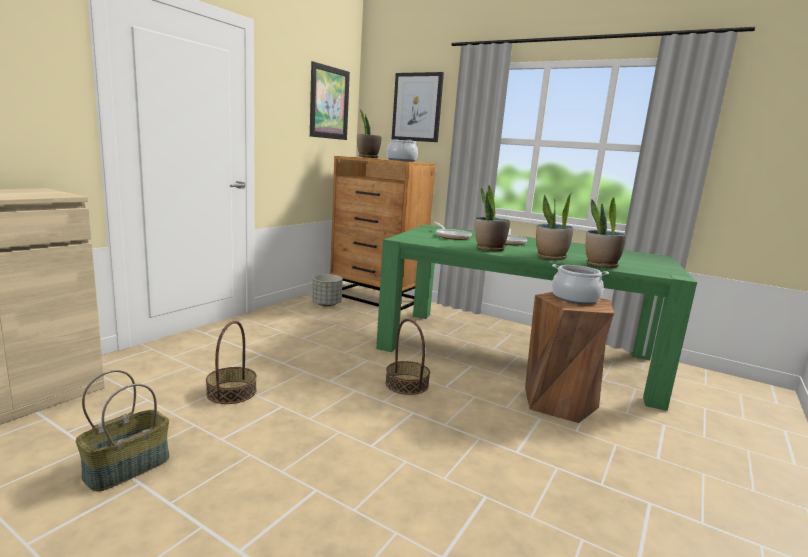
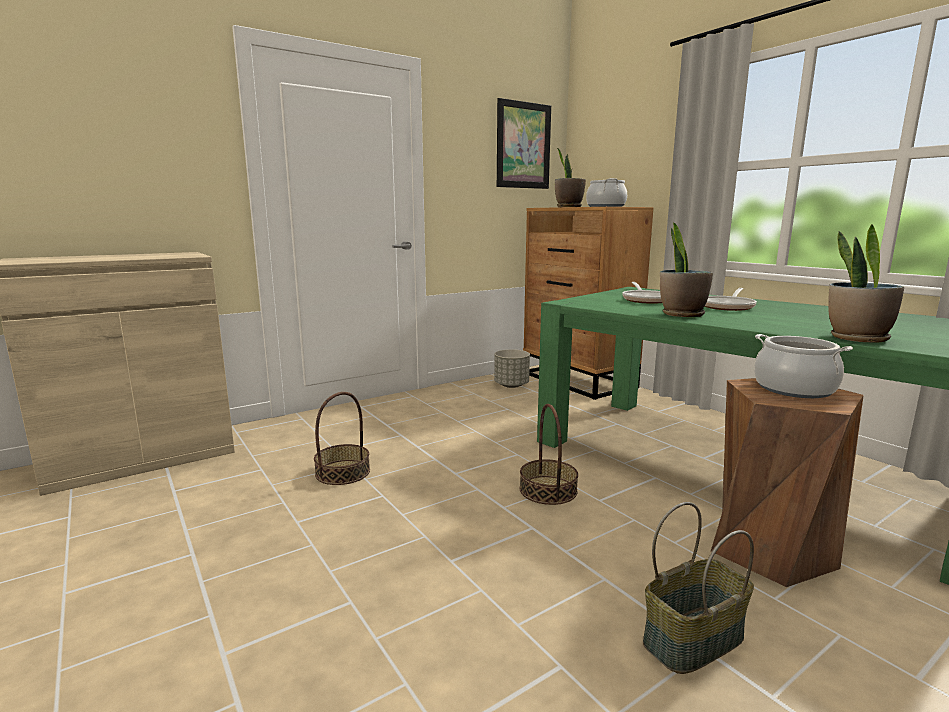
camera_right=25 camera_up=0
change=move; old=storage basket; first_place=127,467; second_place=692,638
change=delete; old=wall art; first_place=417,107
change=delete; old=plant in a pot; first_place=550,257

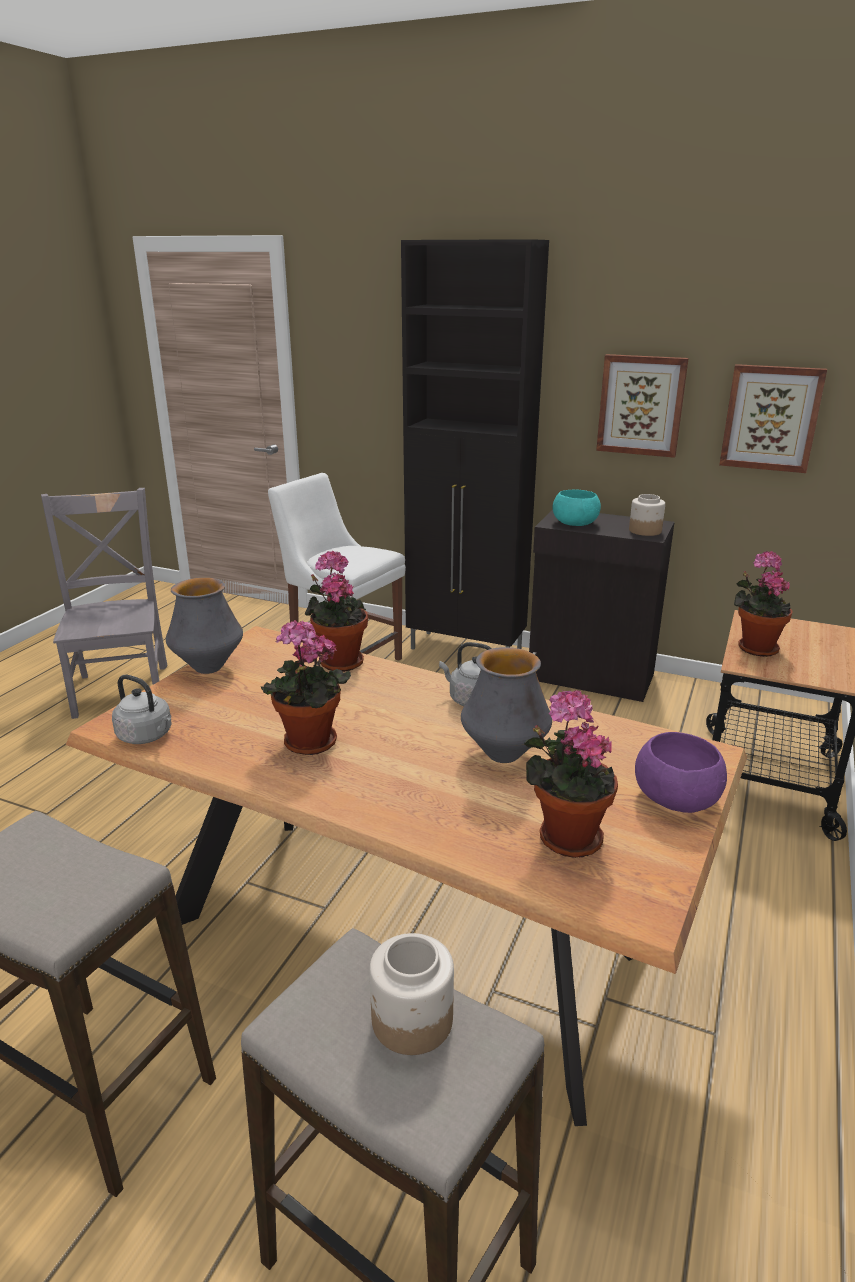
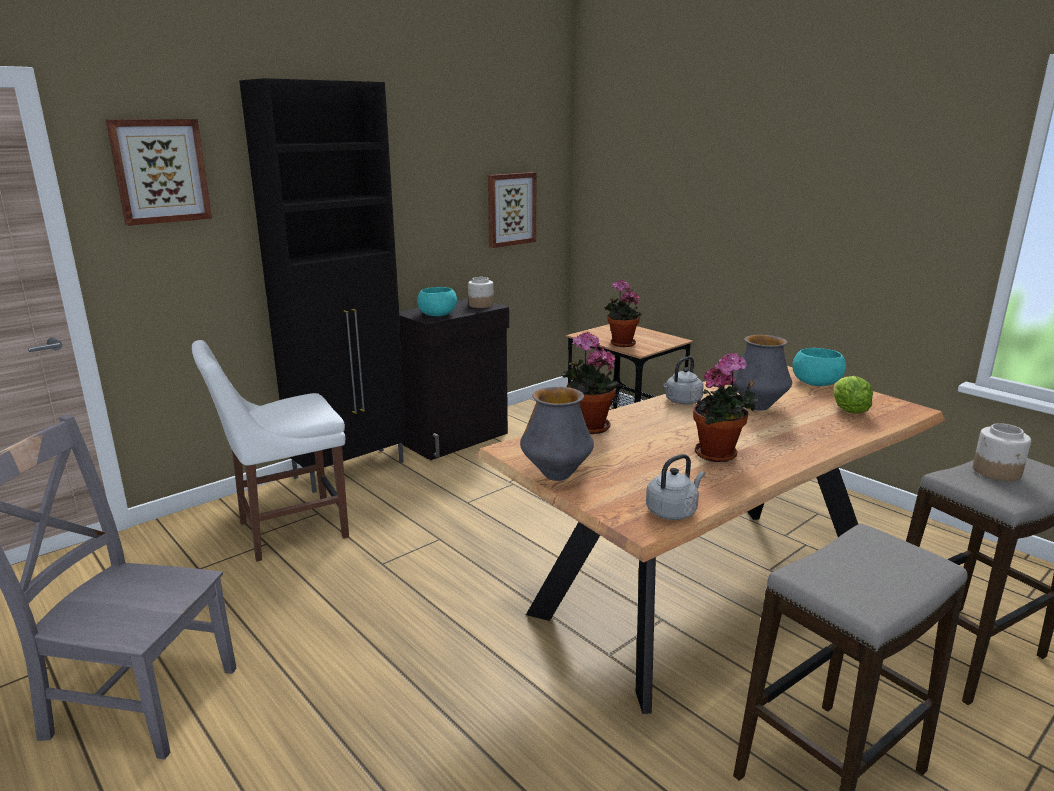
camera_right=-65 camera_up=-5
change=move; old=wall art; first_place=641,405; second_place=160,171
change=recolor; old=bowl/purplish; new=bowl/turquoise; first_place=677,798; second_place=816,382
change=replace; old=plant in a pot; new=head of lettuce; first_place=564,836; second_place=848,410

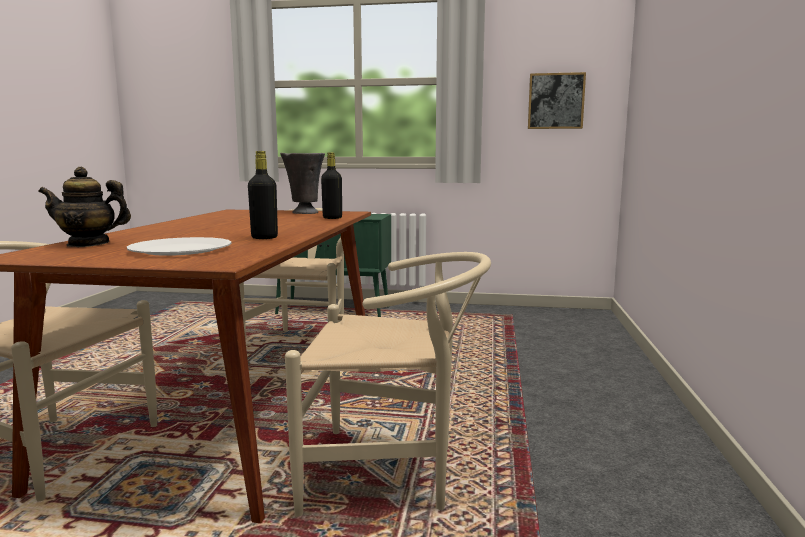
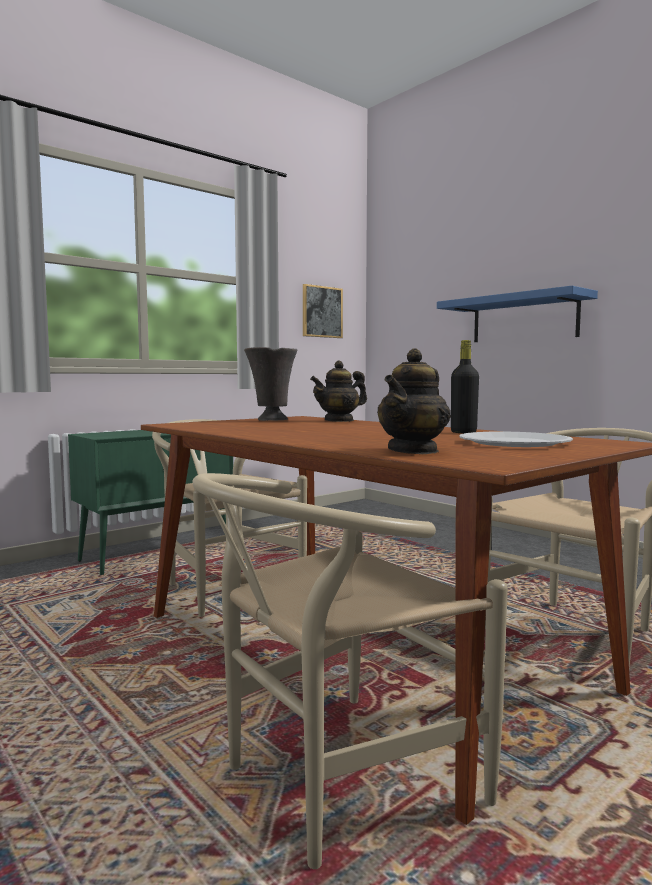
camera_right=-50 camera_up=-5
change=replace; old=drink bottle/black-coloured; new=tea pot; first_place=332,218; second_place=339,420
change=insert; new=bracket shelf/blue; second_place=524,319

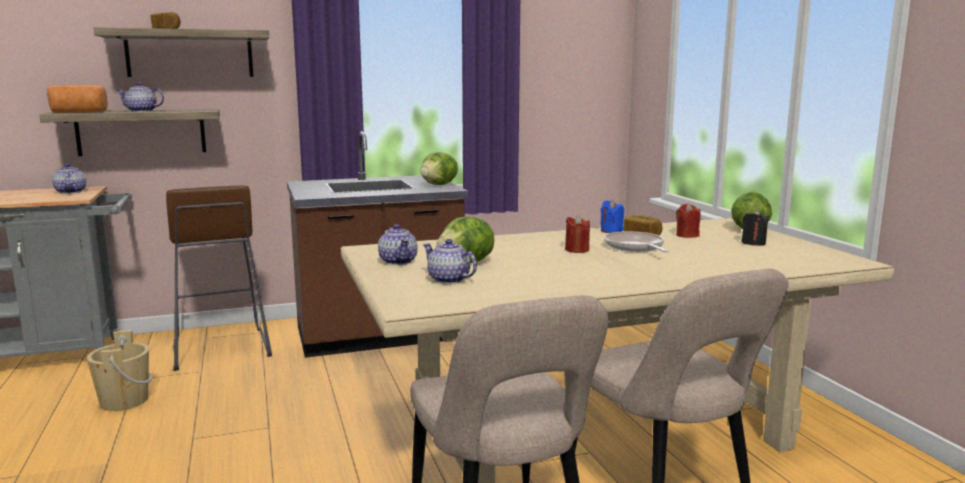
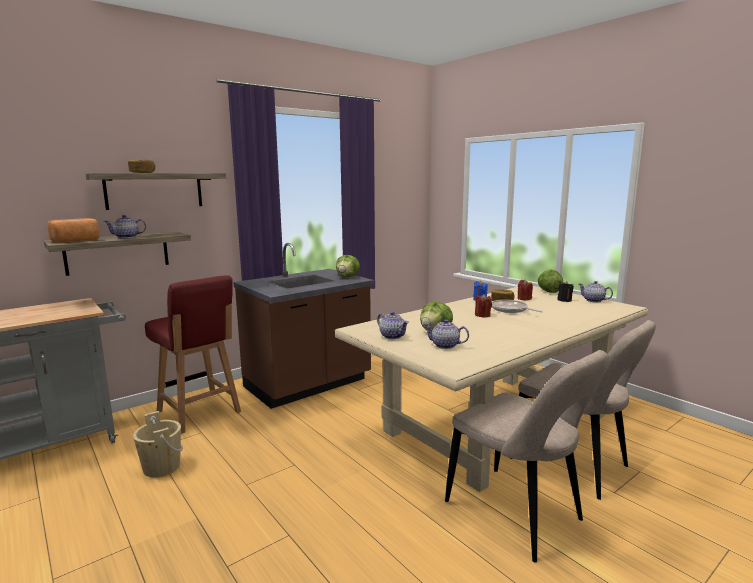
camera_right=-20 camera_up=0
change=replace; old=sitting stool/brown-coloured; new=upright chair/red; first_place=220,348; second_place=199,412
change=move; old=tea pot; first_place=70,192; second_place=594,300

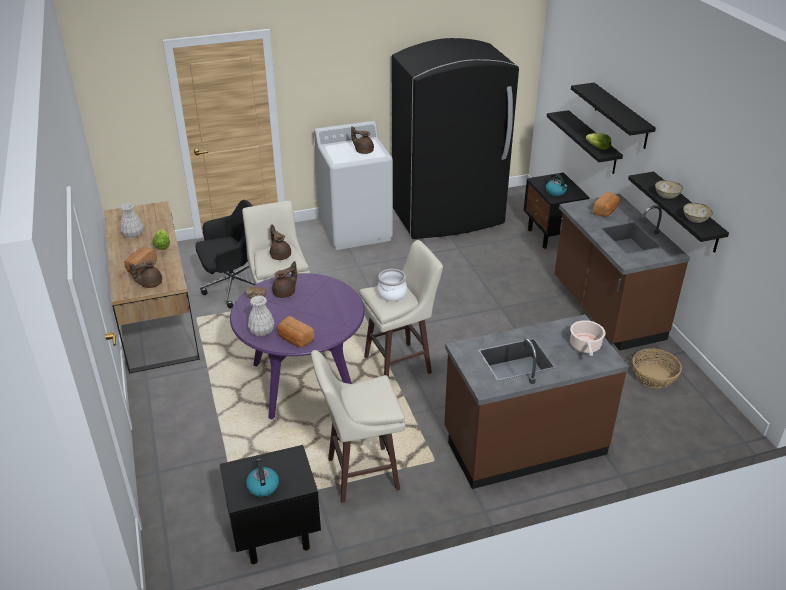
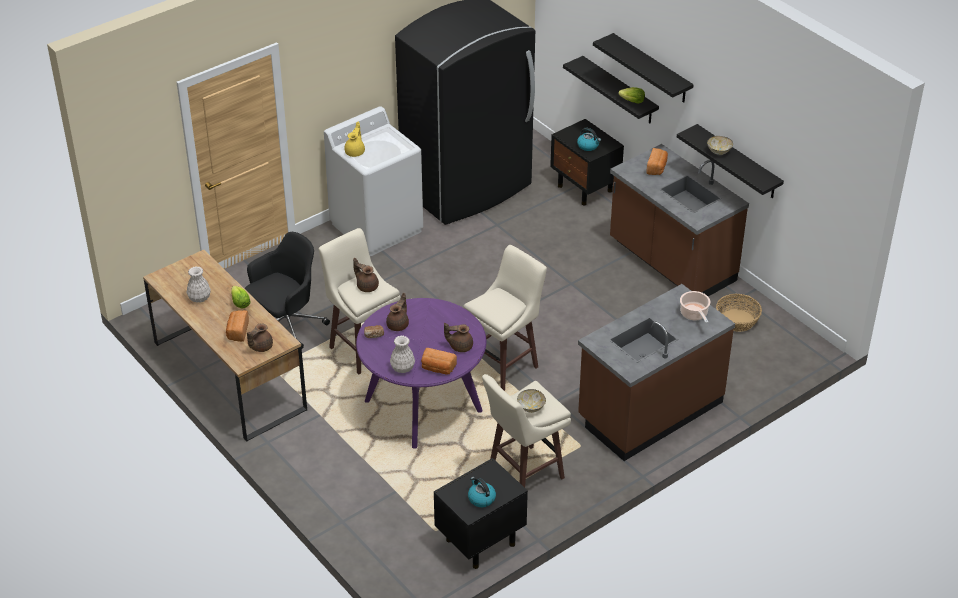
camera_right=-20 camera_up=5
change=insert; new=tea pot/yellow-coloured; second_place=355,152
change=move; old=tea pot/brown-coloured; first_place=363,151; second_place=460,346
change=move; old=bowl; first_place=695,220; second_place=531,408
change=delete; old=cooking pot; first_place=391,294

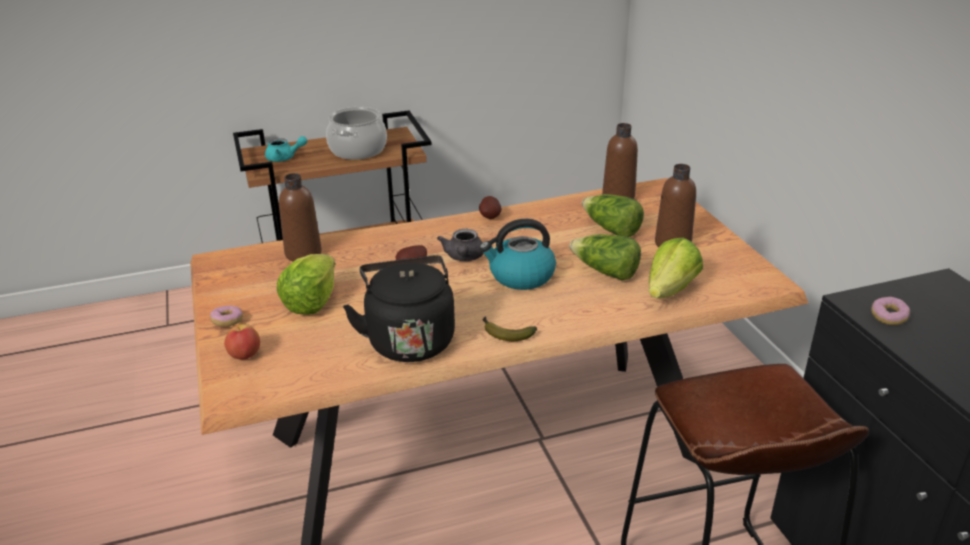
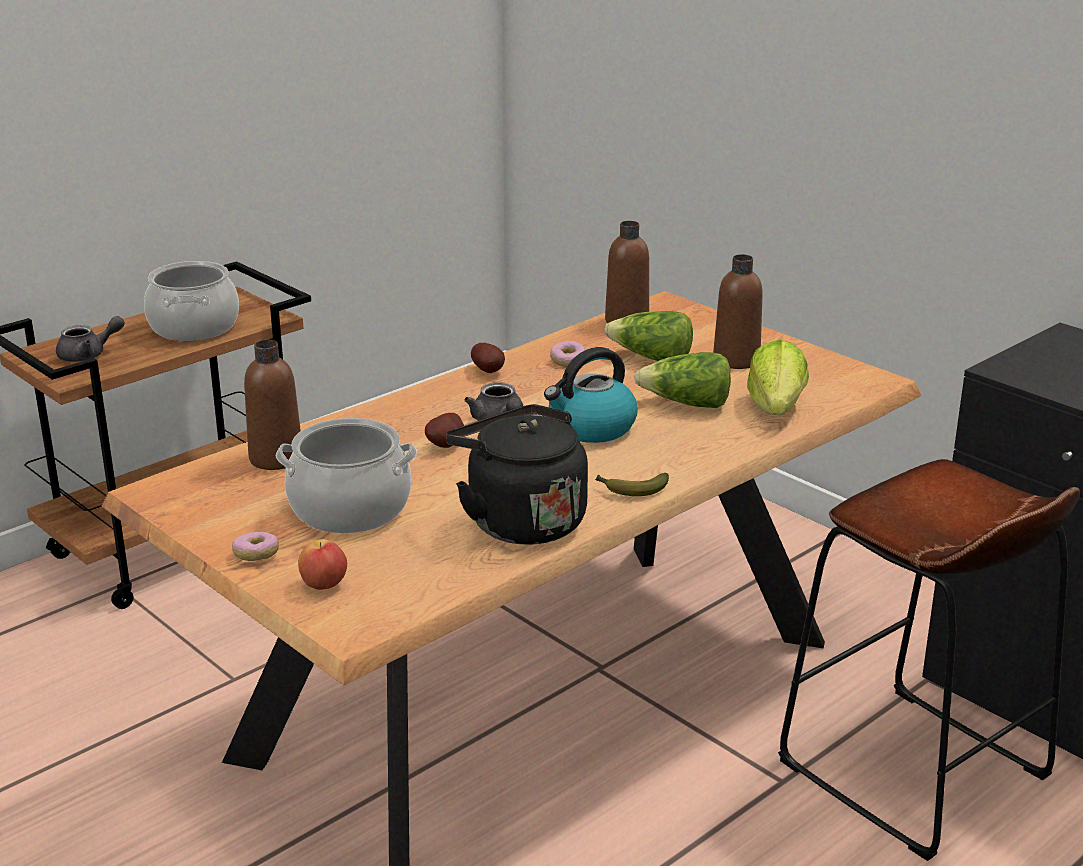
camera_right=-25 camera_up=-5
change=recolor; old=tea pot/turquoise; new=tea pot/grey; first_place=285,158; second_place=89,355
change=replace; old=head of lettuce; new=cooking pot; first_place=311,302; second_place=349,509
change=move; old=donut; first_place=888,317; second_place=567,361

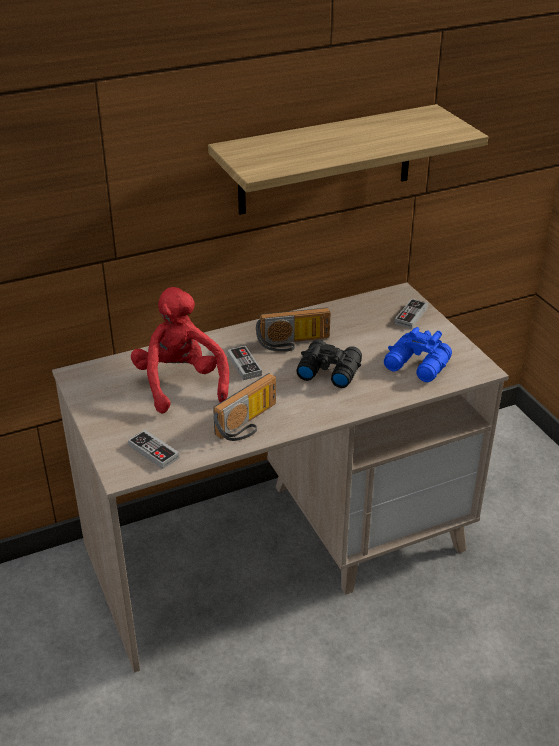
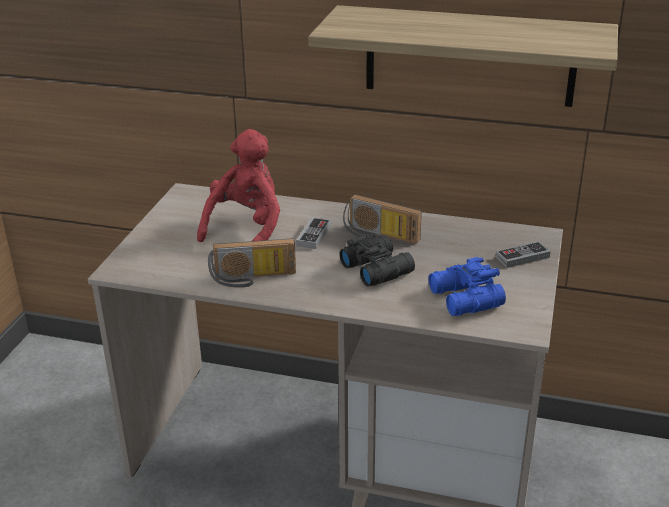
camera_right=40 camera_up=-5
change=delete; old=game controller; first_place=153,452

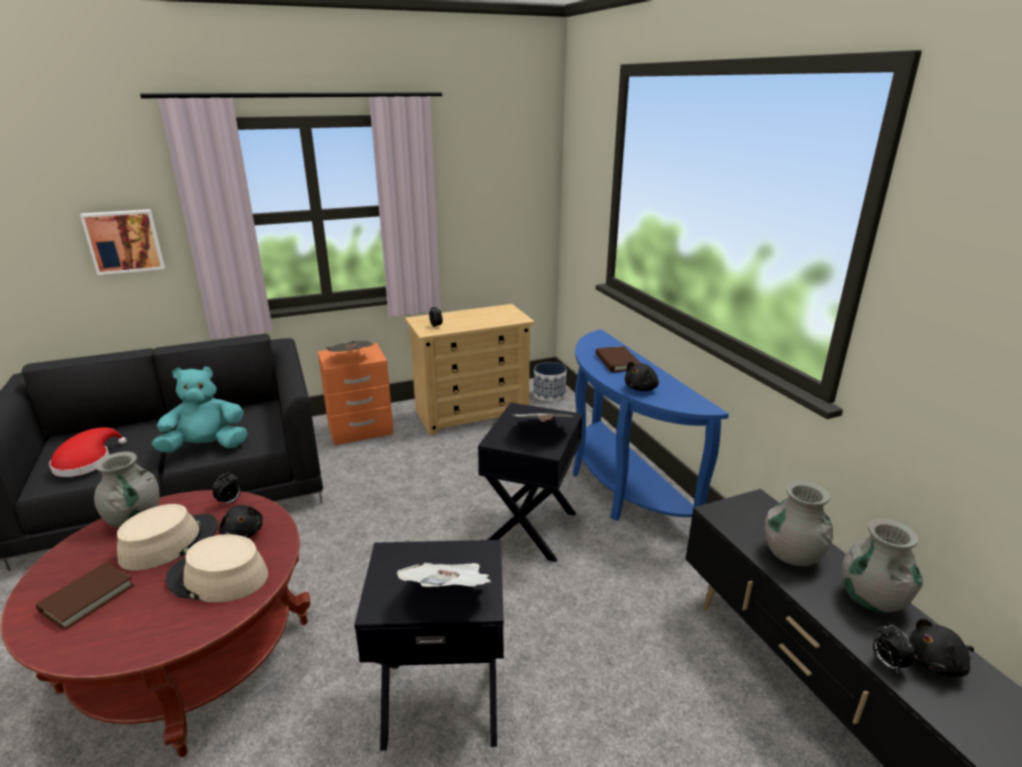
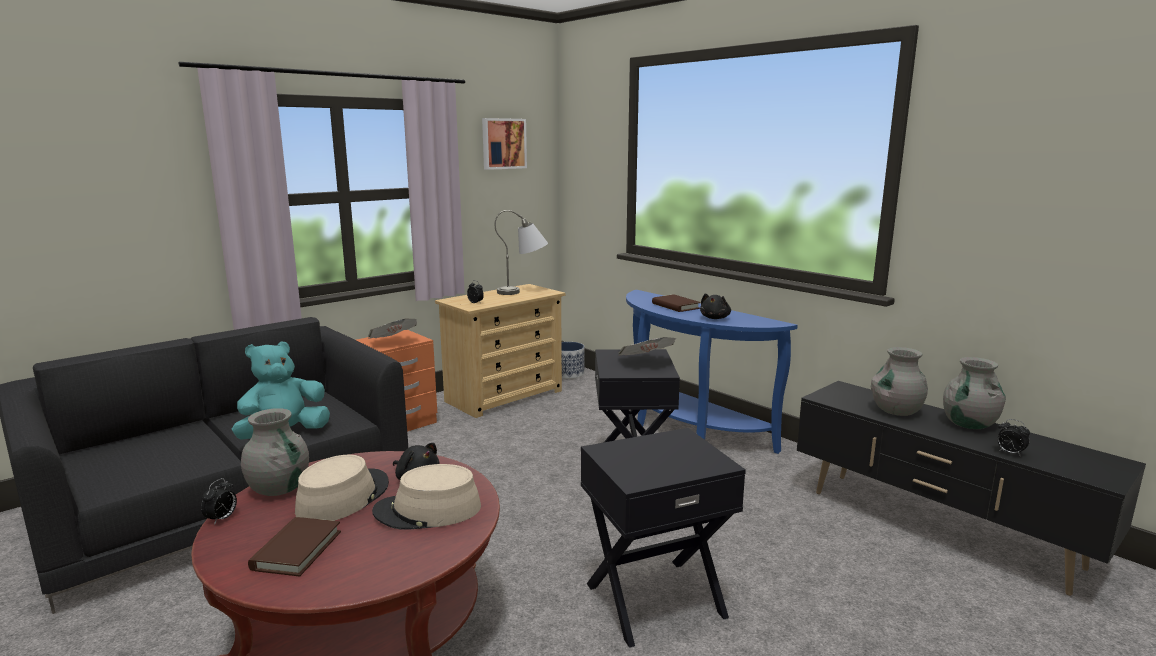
camera_right=-20 camera_up=-10
change=move; old=alarm clock; first_place=229,502; second_place=222,519
change=move; old=wall art; first_place=124,241; second_place=503,143
change=insert; new=lamp for a table/grey; second_place=524,291
change=delete; old=hat/red; first_place=86,462
change=delete; old=newspaper; first_place=449,593
change=delete; old=plush toy/black-coloured; first_place=937,663

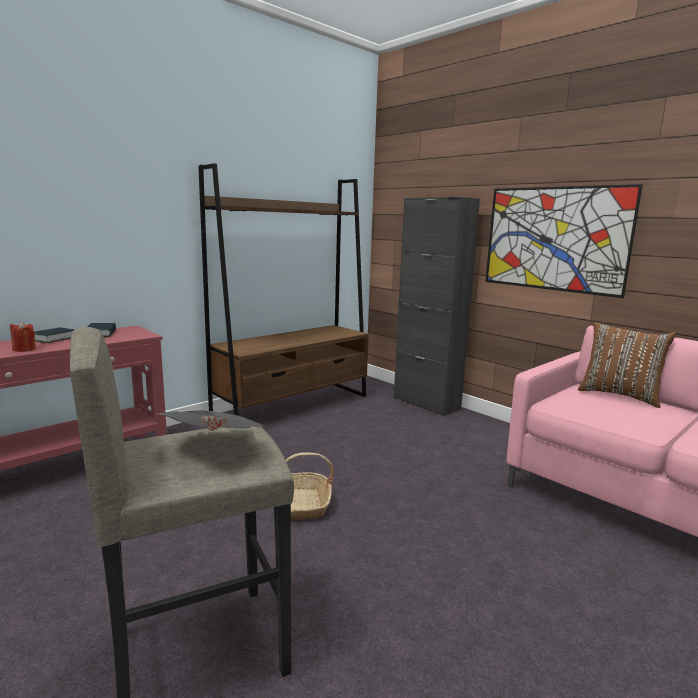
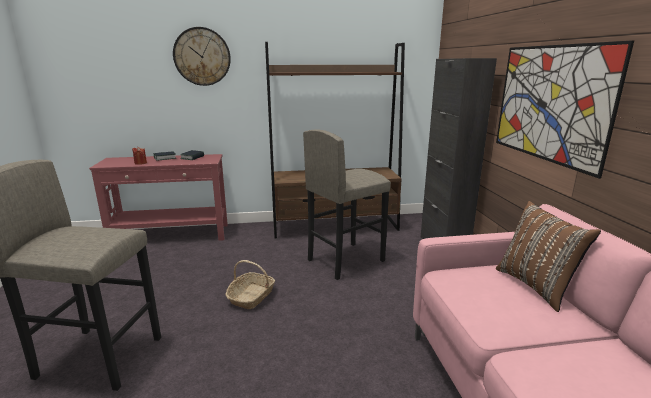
camera_right=35 camera_up=5
change=insert; new=hanging clock; second_place=202,56
change=insert; new=sitting stool/grey; second_place=345,260
change=delete; old=newspaper; first_place=216,447

